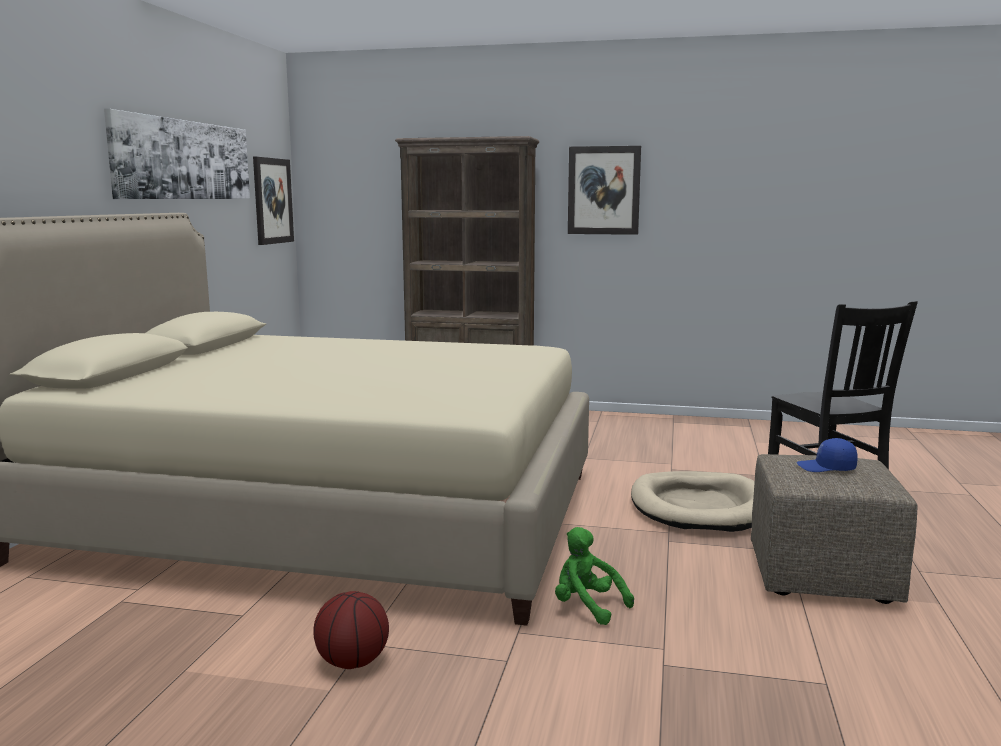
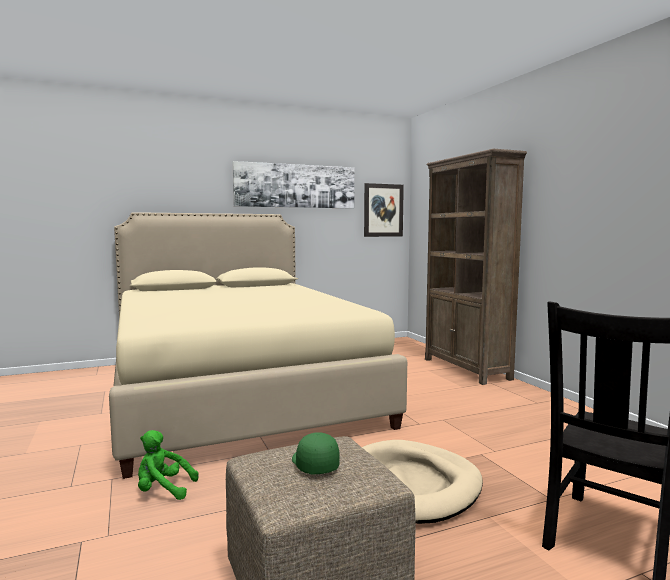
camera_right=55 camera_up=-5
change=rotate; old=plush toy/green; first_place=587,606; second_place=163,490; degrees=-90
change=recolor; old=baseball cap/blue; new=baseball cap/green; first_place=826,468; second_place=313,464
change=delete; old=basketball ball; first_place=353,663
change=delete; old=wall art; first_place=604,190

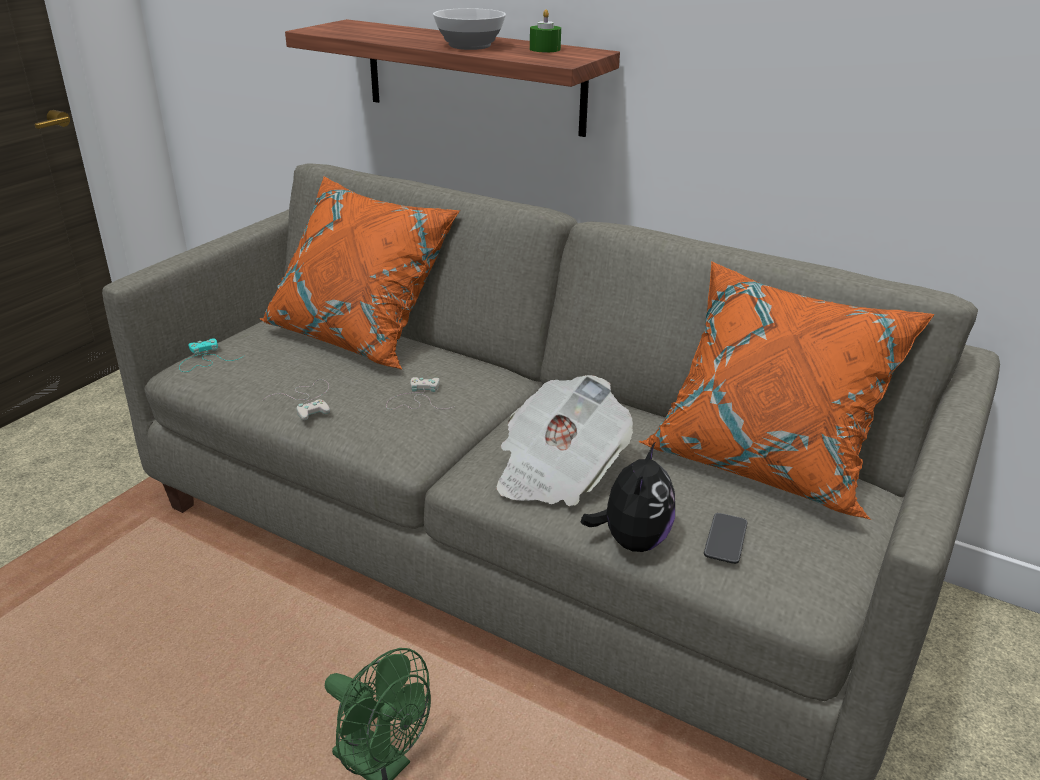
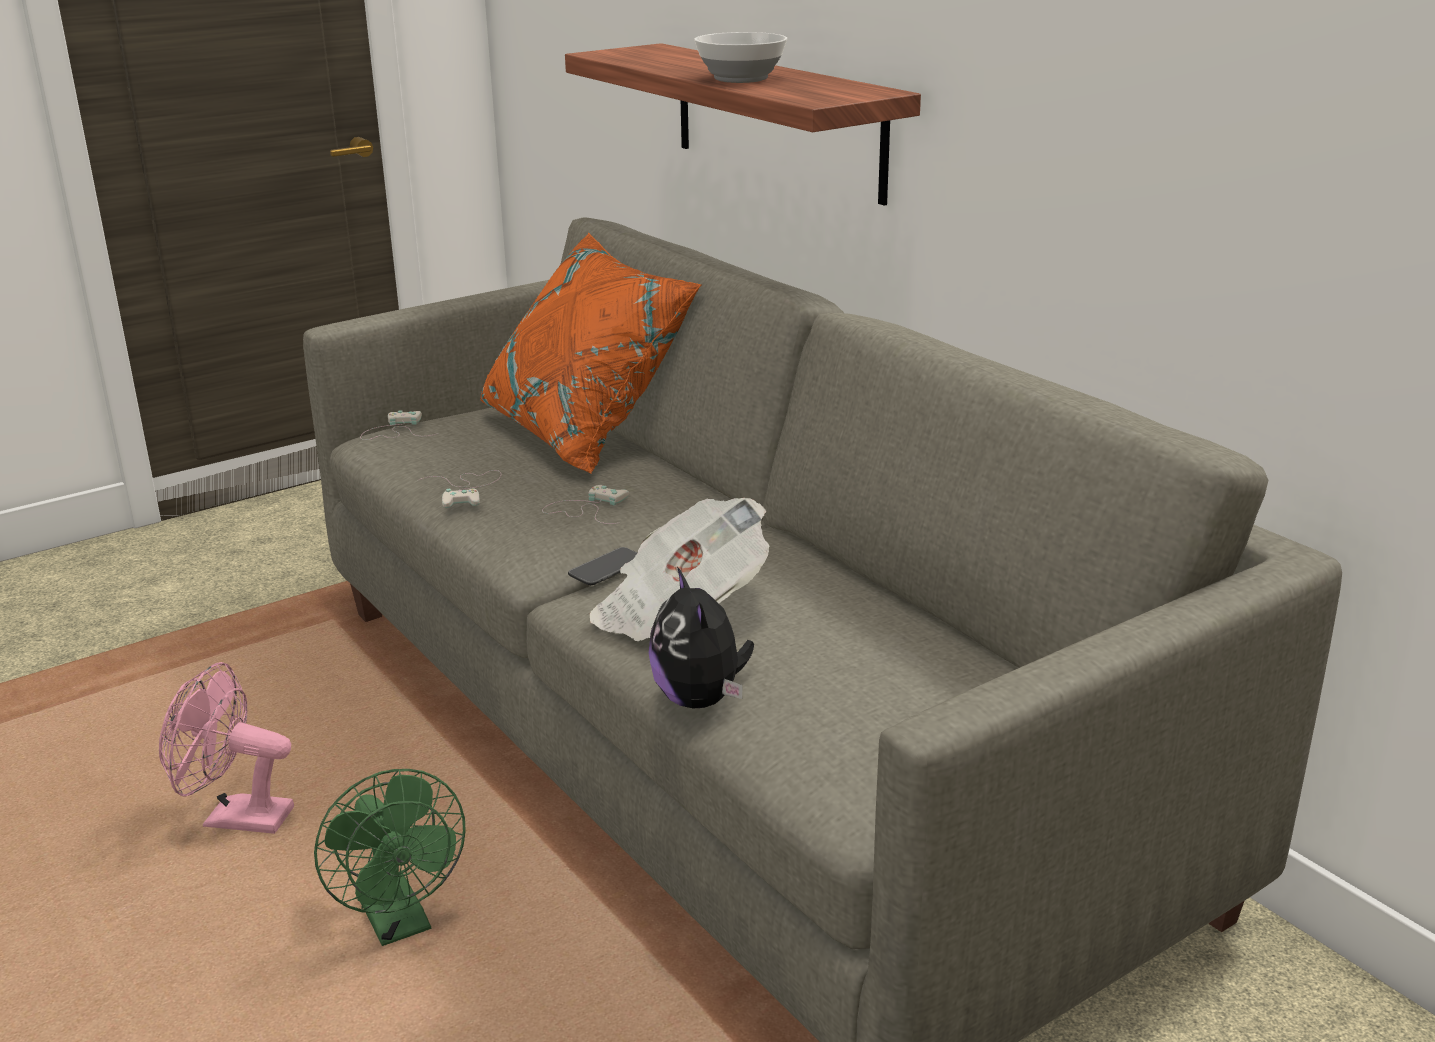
camera_right=25 camera_up=-5
change=insert; new=cooling fan/pink-coloured; second_place=235,818
change=recolor; old=game controller/turquoise; new=game controller/white-coloured; first_place=204,359; second_place=396,431
change=move; old=handset; first_place=725,539; second_place=607,568
change=rotate; old=plush toy; first_place=632,540; second_place=701,699; degrees=120
change=delete; old=wax candle/green; first_place=545,49
change=delete; old=cushion/orangey; first_place=766,460

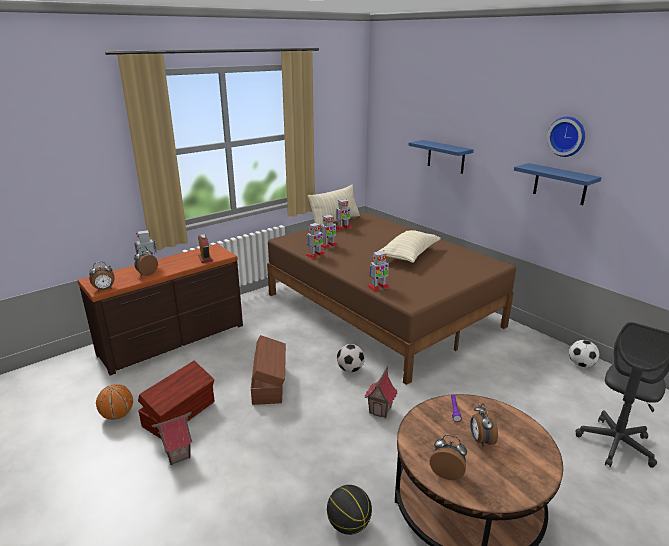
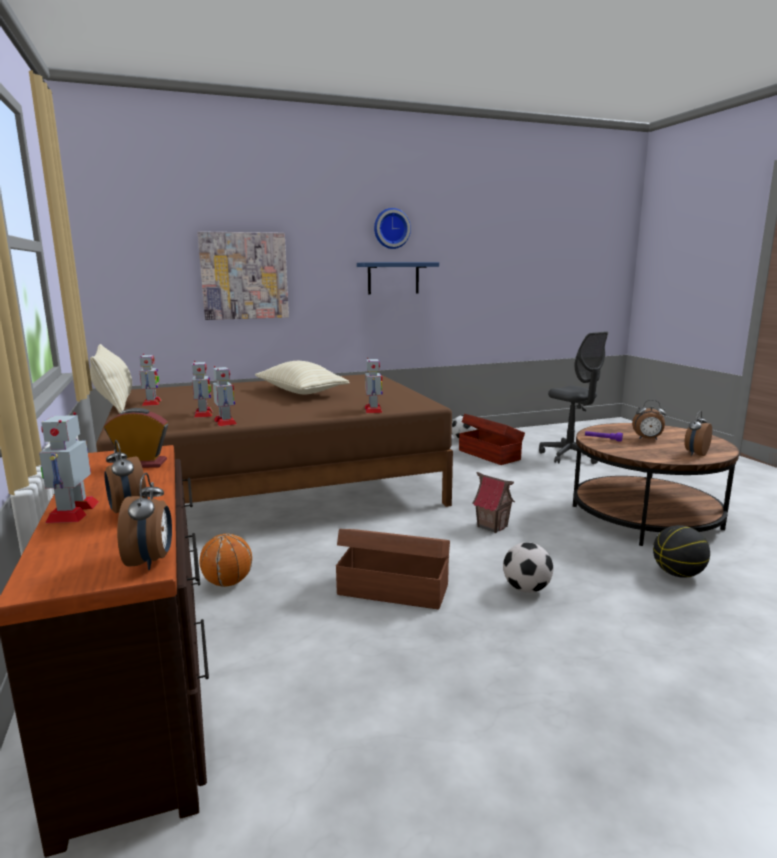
camera_right=-70 camera_up=-10
change=replace; old=bracket shelf/blue; new=wall art; first_place=446,157; second_place=244,276
change=move; old=basketball ball; first_place=117,415; second_place=228,583
change=move; old=storage bin/brown-coloured; first_place=180,414; second_place=489,454
change=move; old=football; first_place=350,369; second_place=526,589
change=delete; old=model house; first_place=178,455

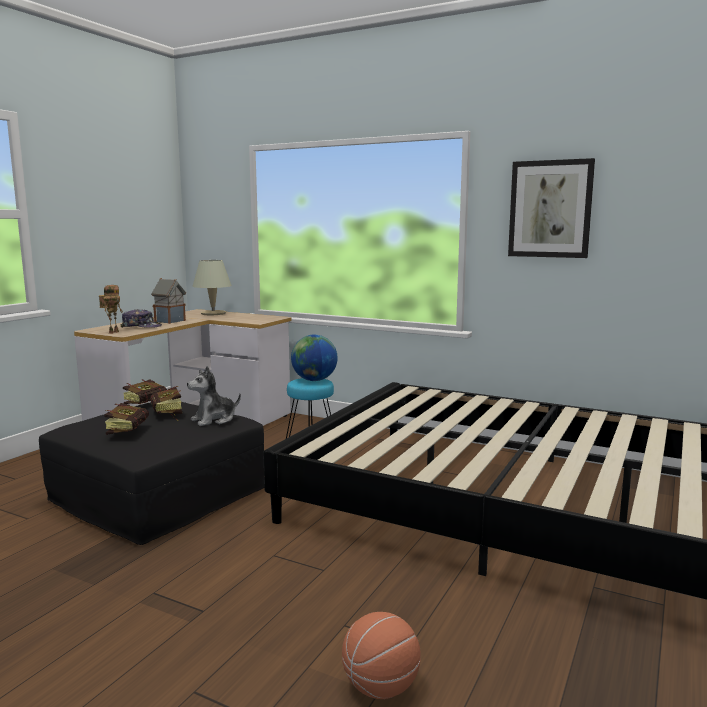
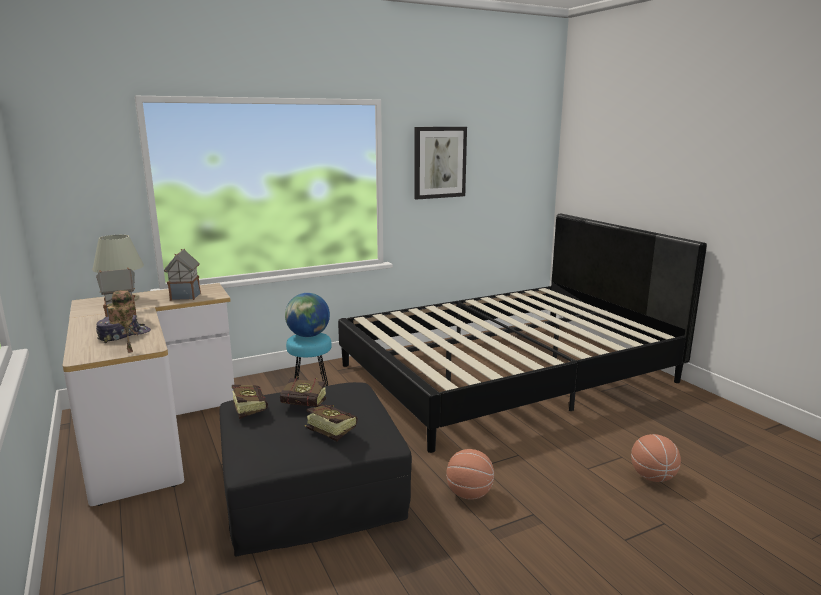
camera_right=-55 camera_up=5
change=insert; new=model house; second_place=185,296
change=insert; new=basketball ball; second_place=469,494
change=delete; old=plush toy; first_place=214,420

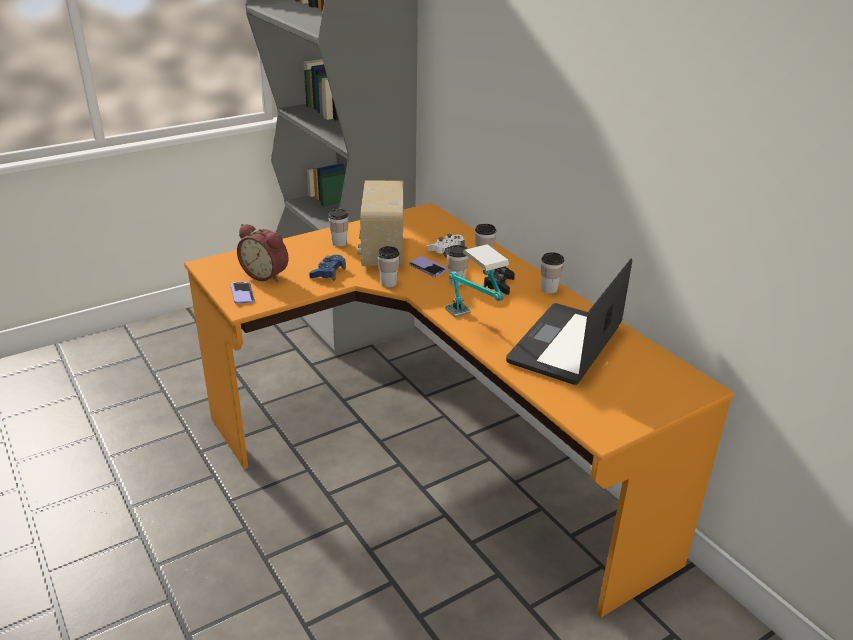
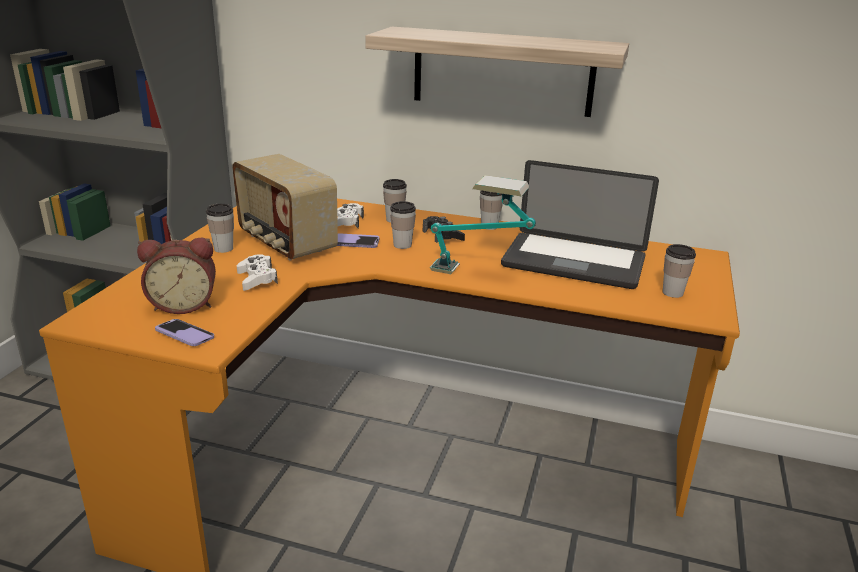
camera_right=-40 camera_up=-5
change=recolor; old=game controller/blue; new=game controller/white-coloured; first_place=328,272; second_place=257,279
change=insert; new=bracket shelf; second_place=502,71
change=rotate; old=notebook computer; first_place=565,345; second_place=573,262; degrees=-60
change=move; old=drinking cup; first_place=388,283; second_place=672,293

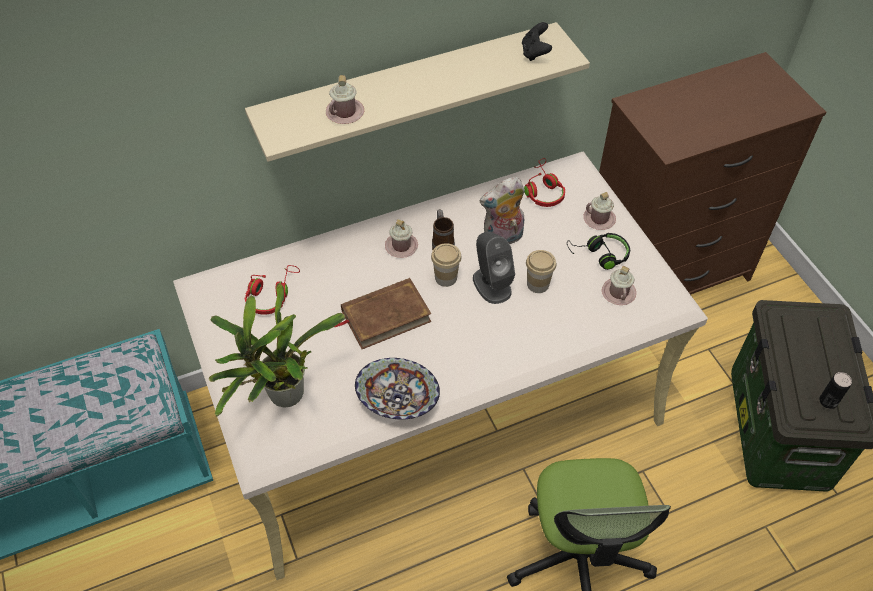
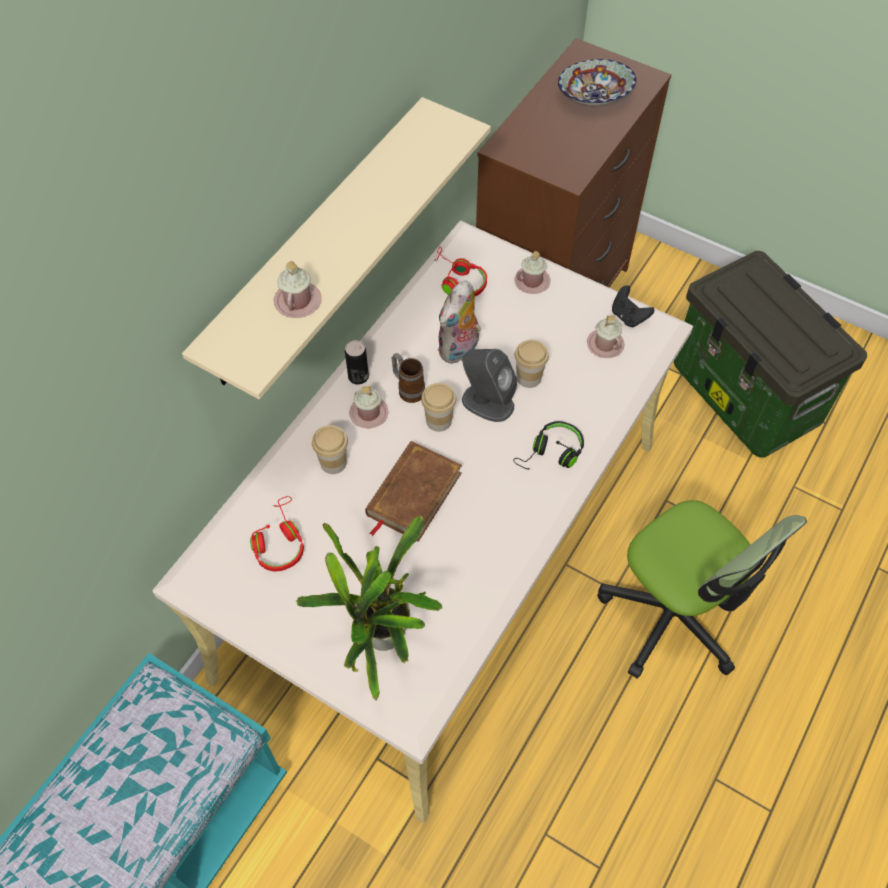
camera_right=-35 camera_up=5
change=insert; new=drinking cup; second_place=333,462
change=move; old=can; first_place=828,401; second_place=358,377
change=move; old=headset/black-coloured; first_place=600,255; second_place=551,453
change=move; old=bowl; first_place=397,400; second_place=594,99
change=move; old=game controller/black-coloured; first_place=535,53; second_place=628,316

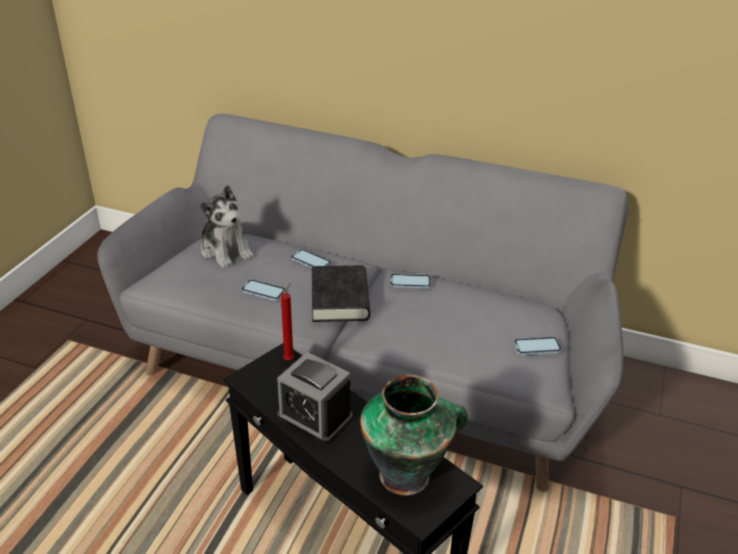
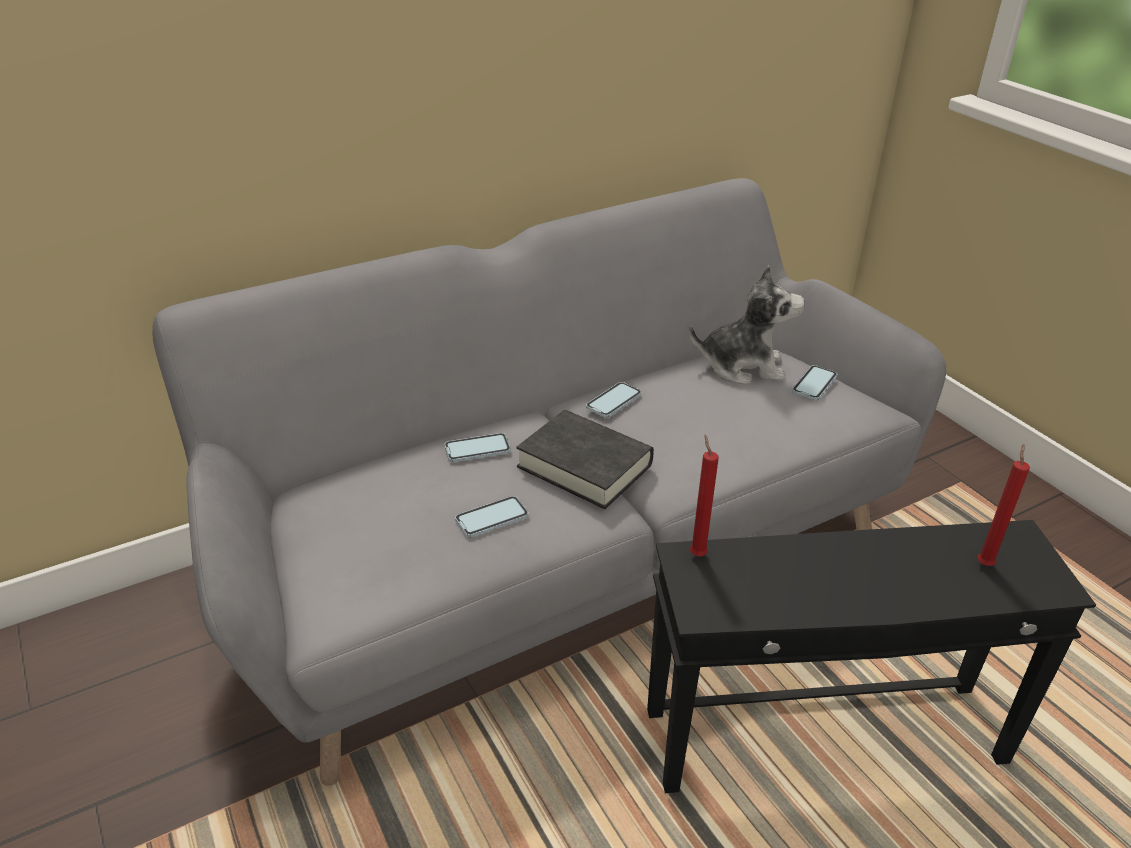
camera_right=-50 camera_up=0
change=move; old=plush toy; first_place=226,250; second_place=743,366
change=replace; old=vase; new=wax candle/red; first_place=407,474; second_place=984,563
change=delete; old=alarm clock; first_place=315,417

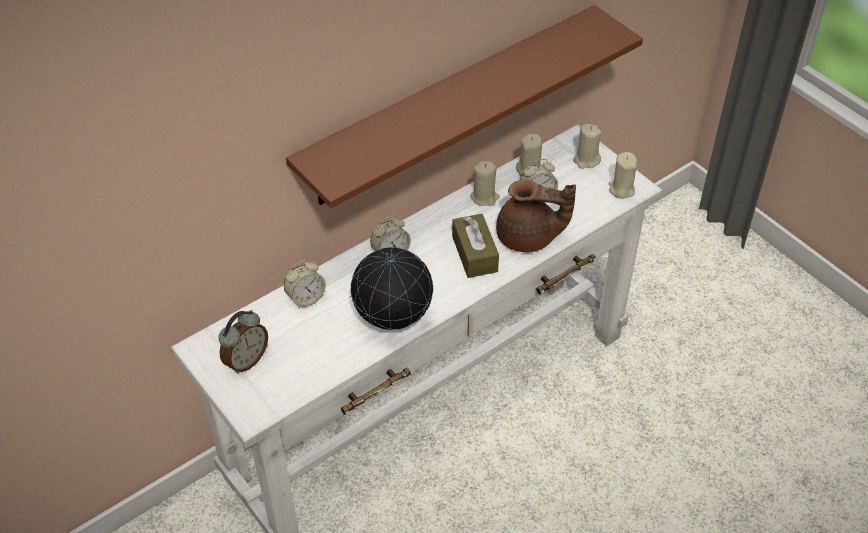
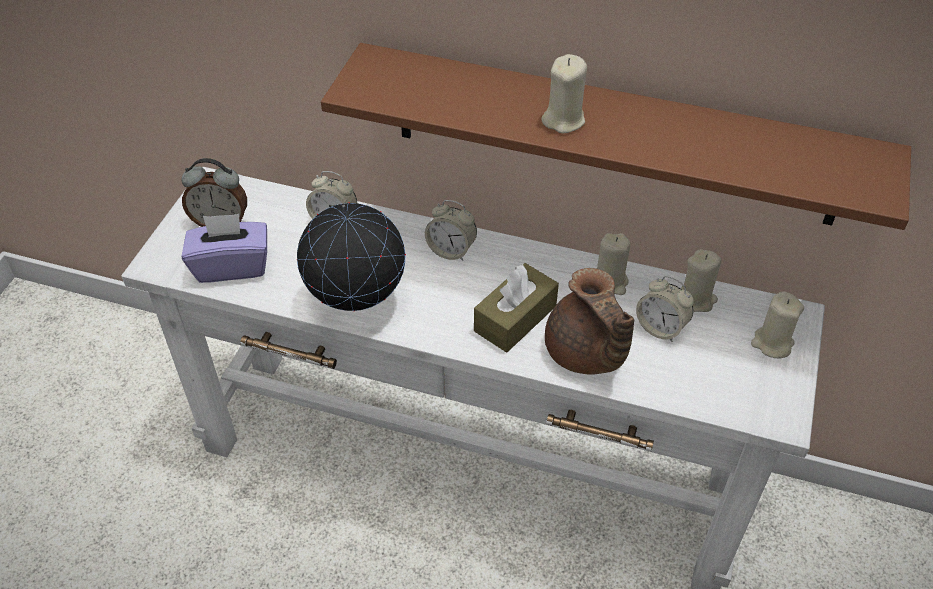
camera_right=55 camera_up=0
change=insert; new=tissue holder/purplish; second_place=231,265
change=move; old=wax candle/beige; first_place=621,189; second_place=563,120

